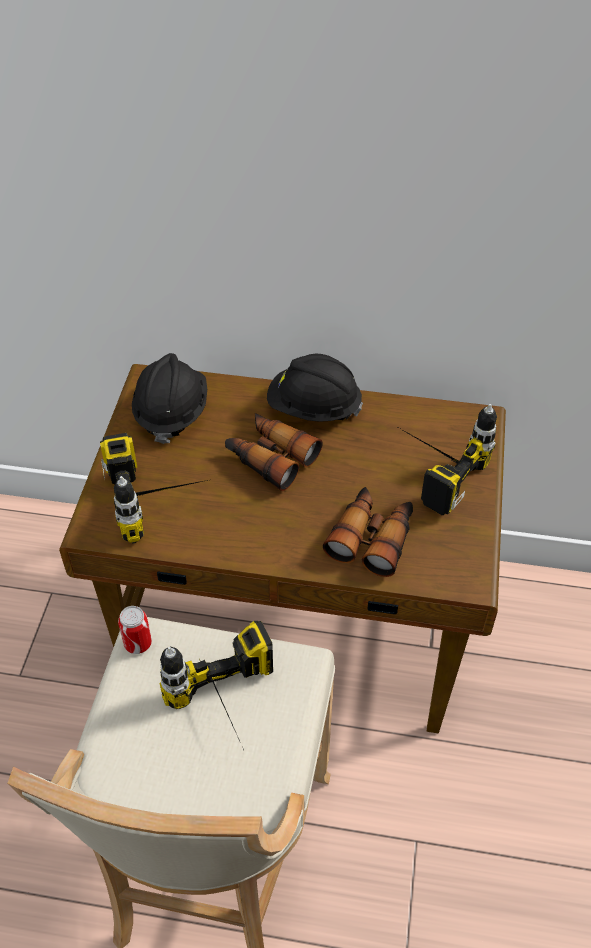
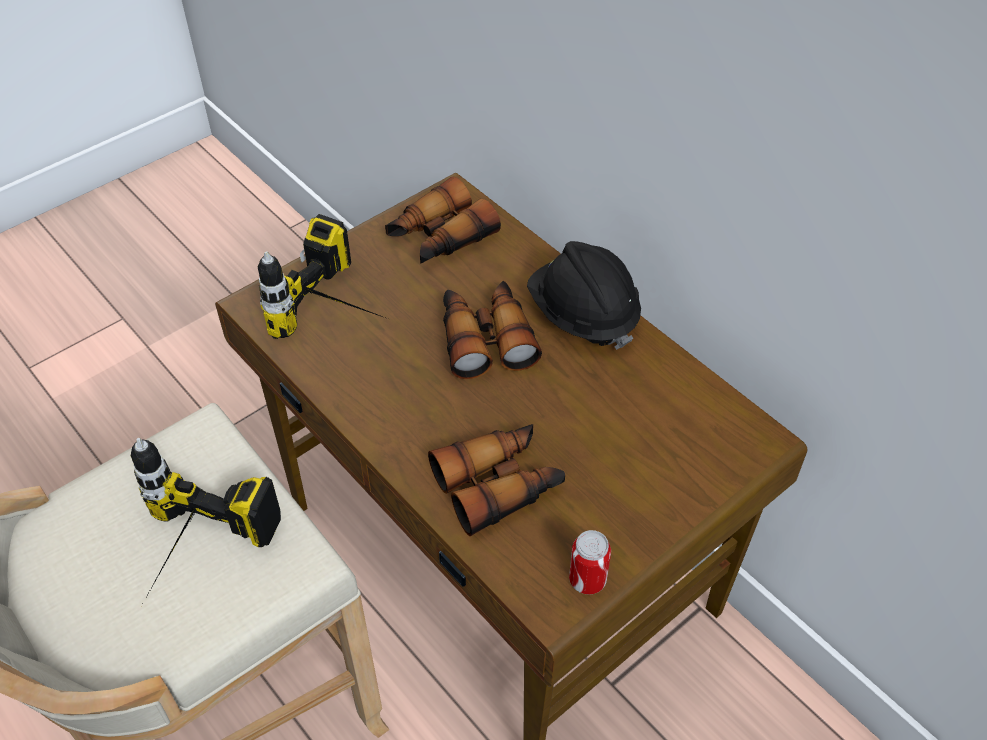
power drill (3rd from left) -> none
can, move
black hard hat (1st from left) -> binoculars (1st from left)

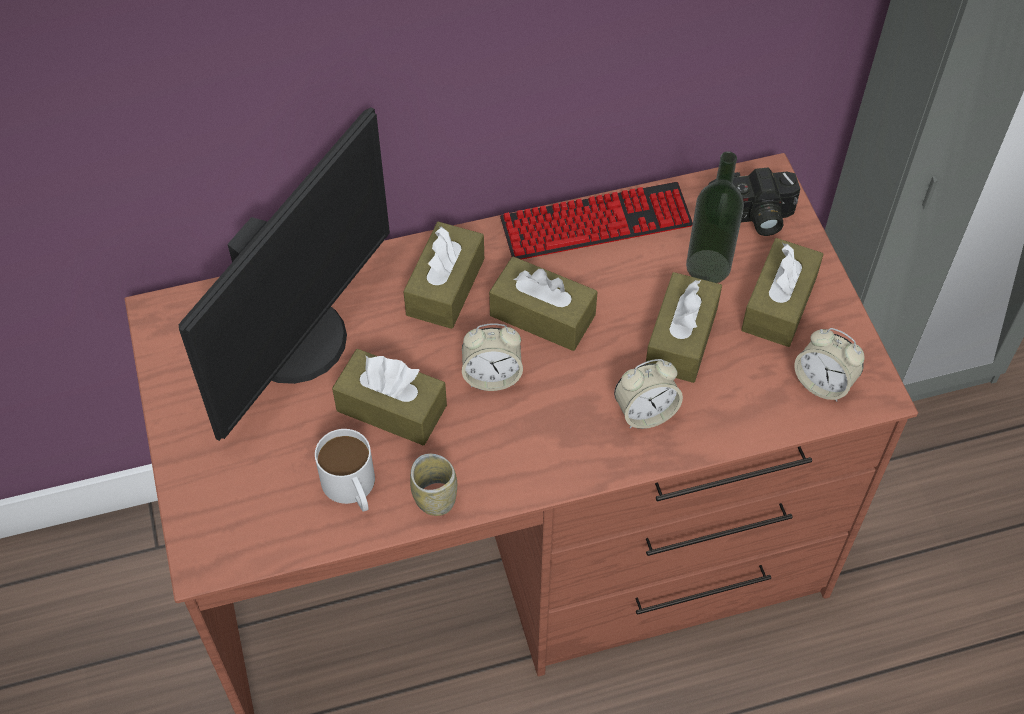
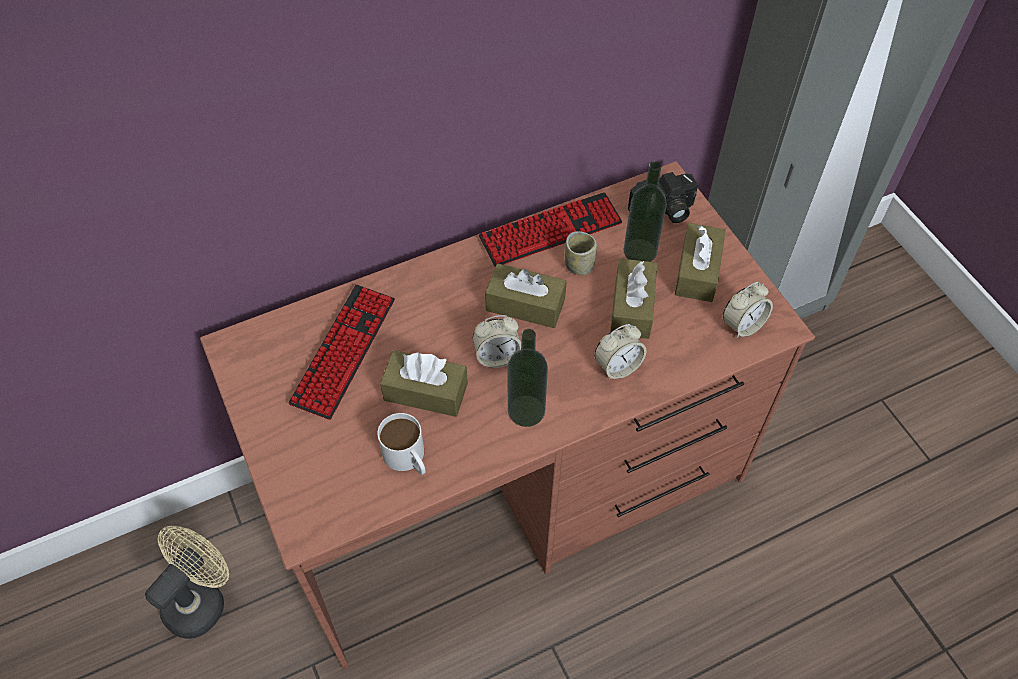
brown tissue box (2nd from left) -> none
none -> beige fan
none -> bottle (1st from left)
cup, move
monitor -> keyboard (1st from left)
alarm clock (3rd from left), 60 degrees counterclockwise

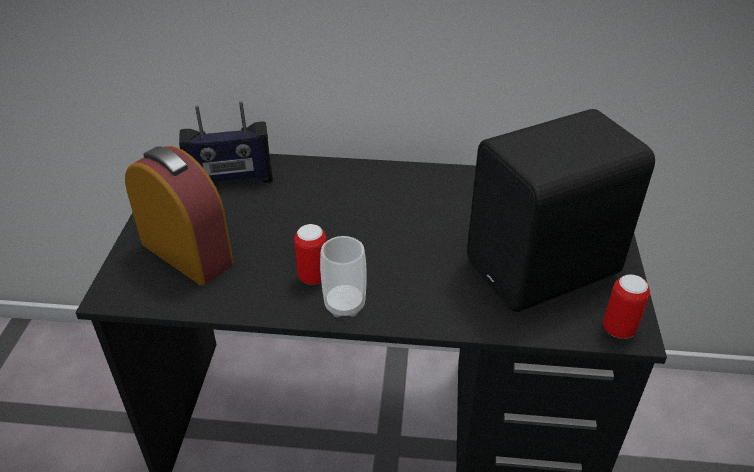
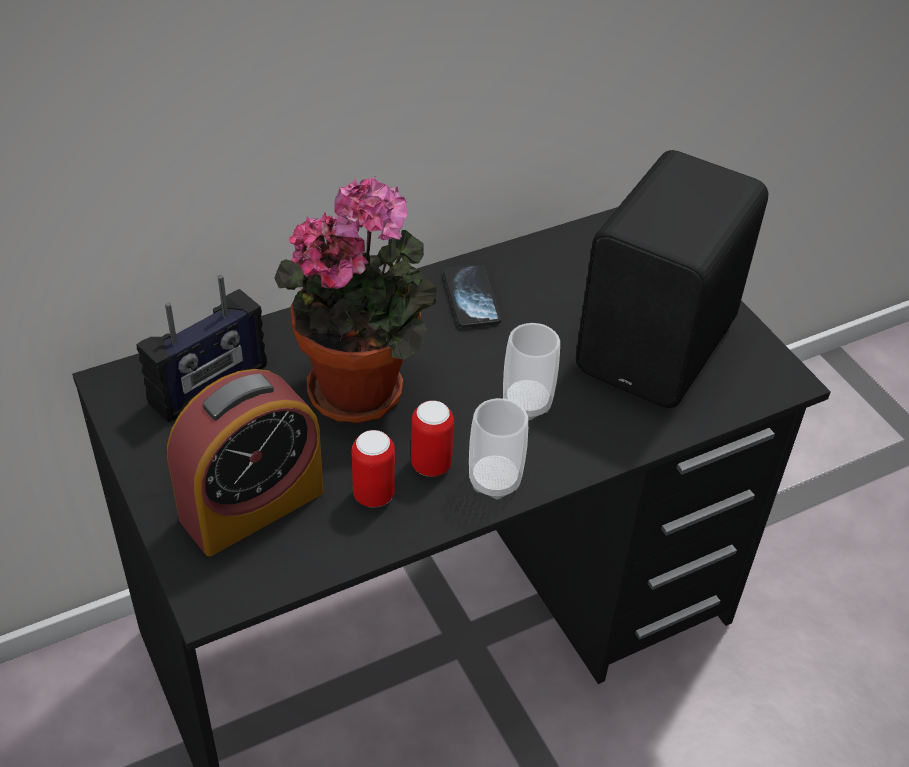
none -> potted plant
none -> phone
none -> cup (2nd from left)
can (2nd from left in the first image) -> can (1st from left), move
alarm clock, 135 degrees clockwise

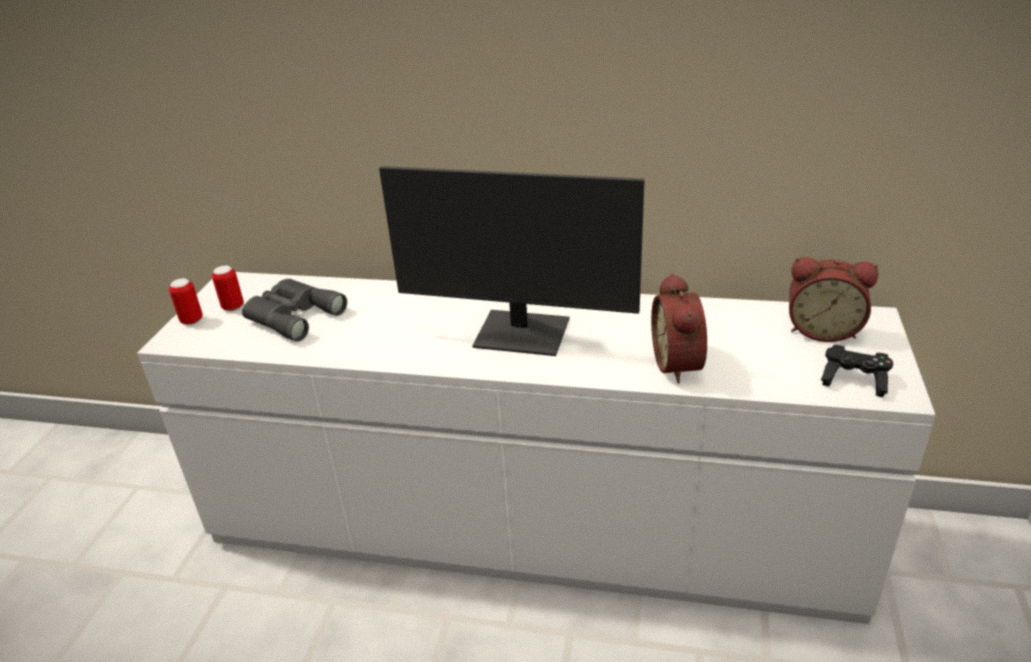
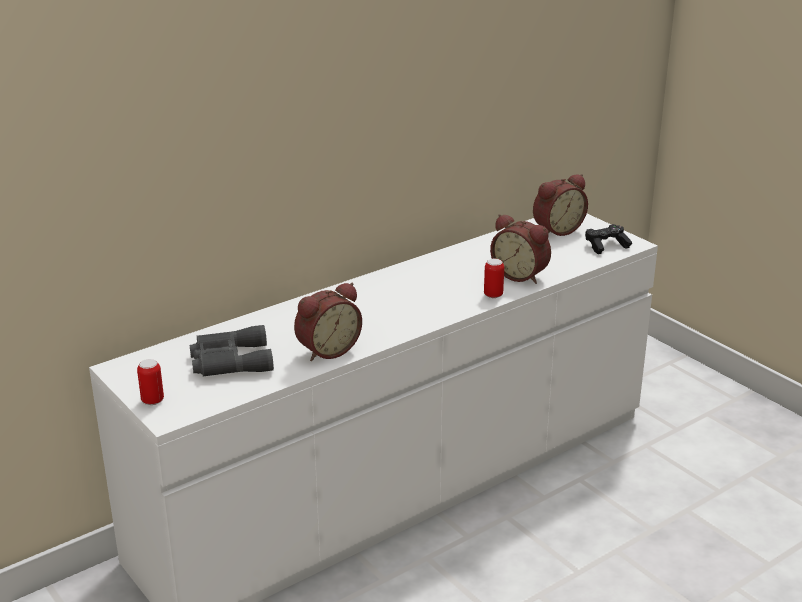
monitor -> none
none -> alarm clock (1st from left)
can (2nd from left), move

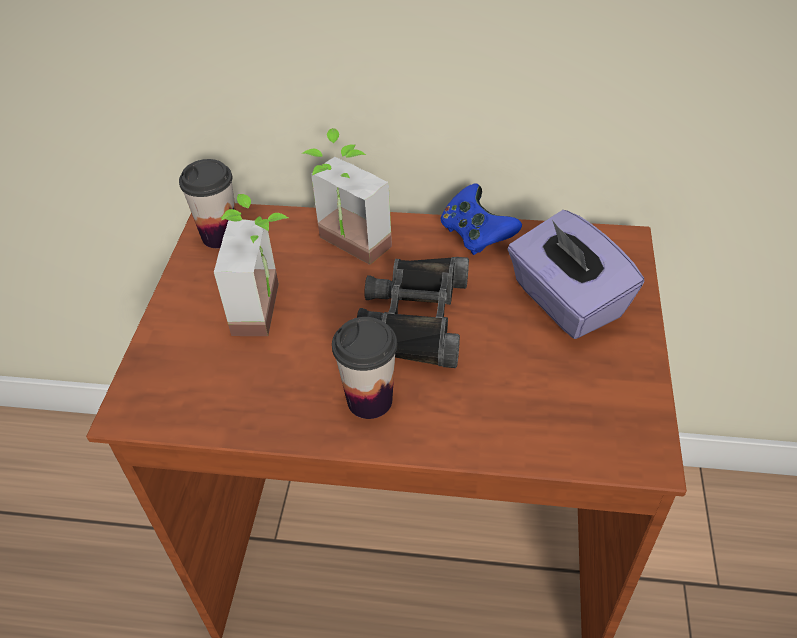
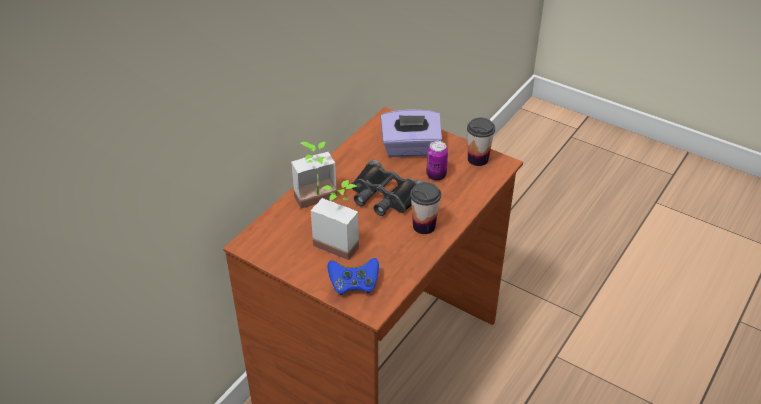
none -> can
cup (1st from left in the first image) -> cup (2nd from left), move
blue game controller, move

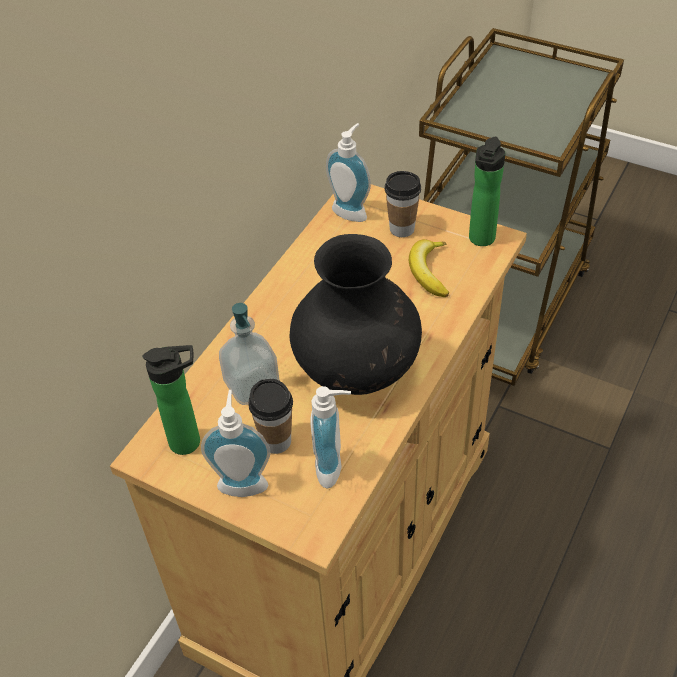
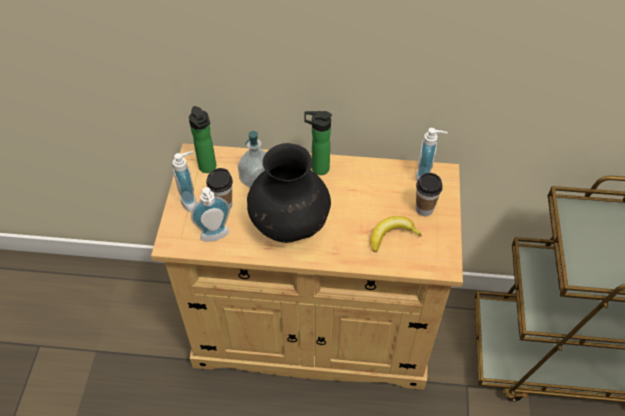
bottle (2nd from left), move

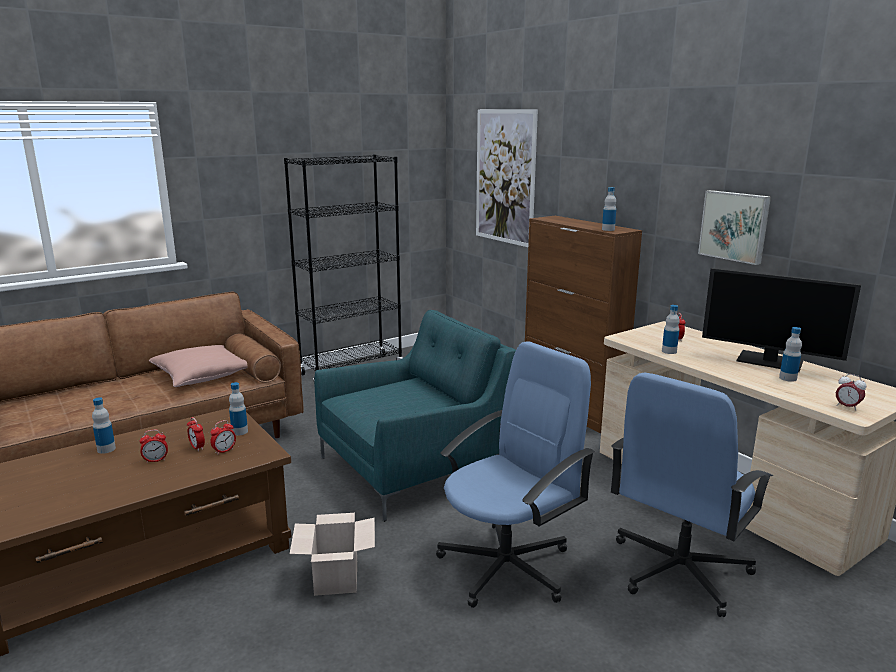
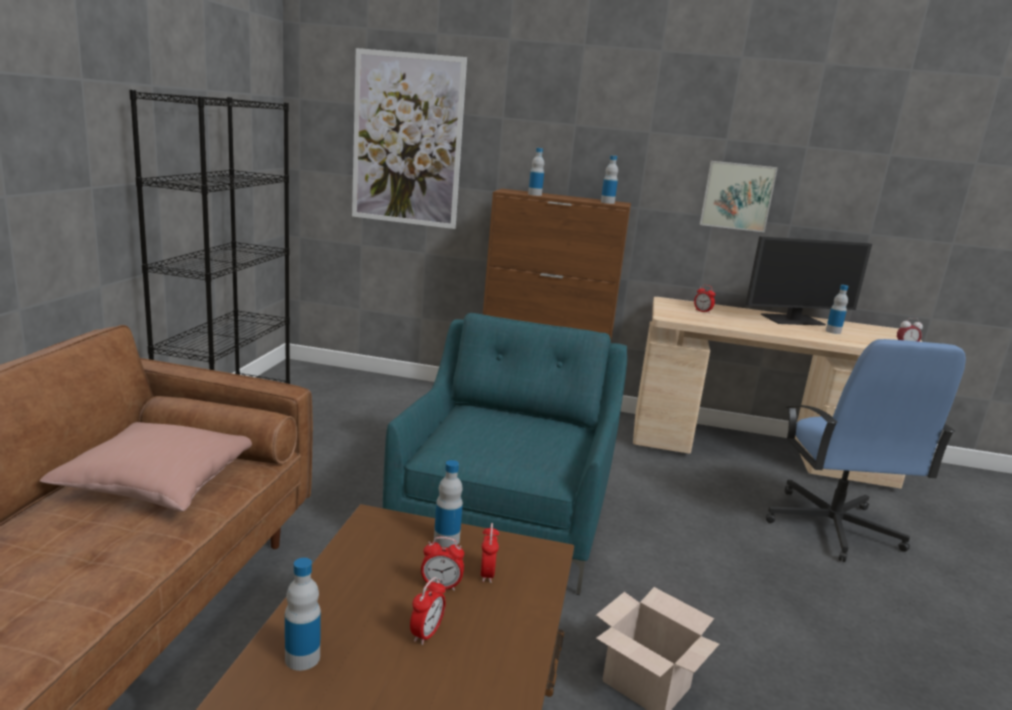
blue office chair (1st from left) -> none
bottle (4th from left in the first image) -> bottle (3rd from left), move

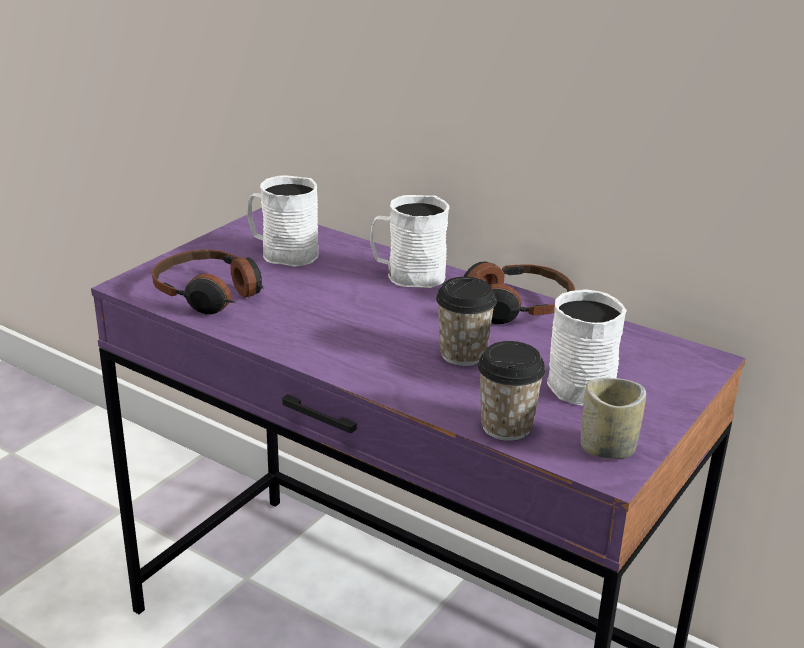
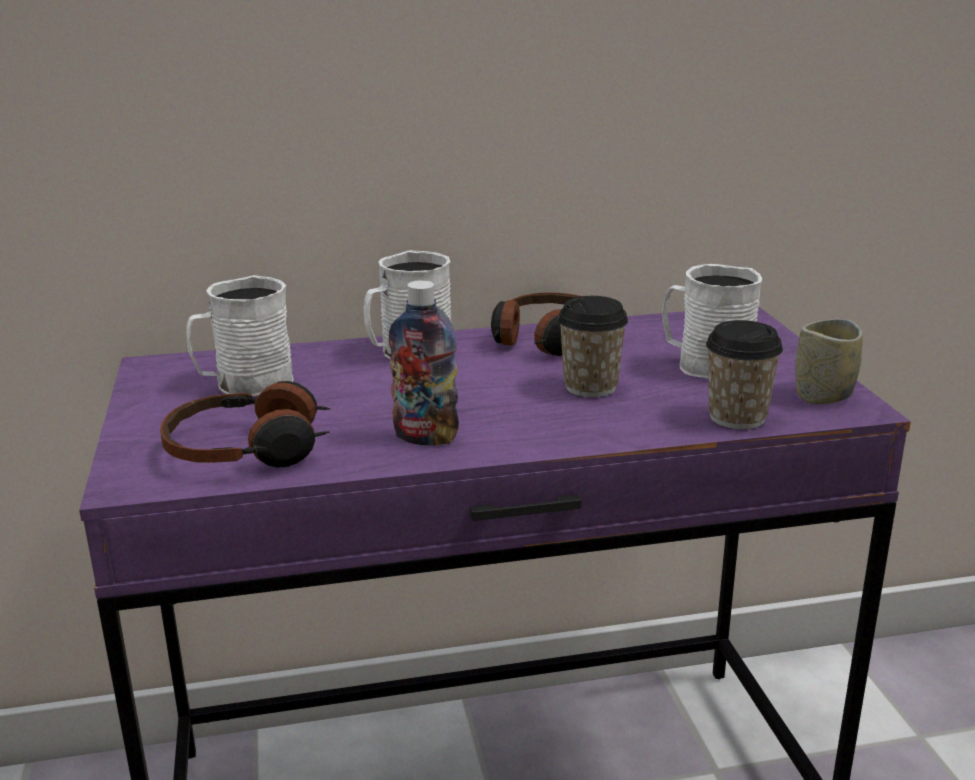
none -> bottle

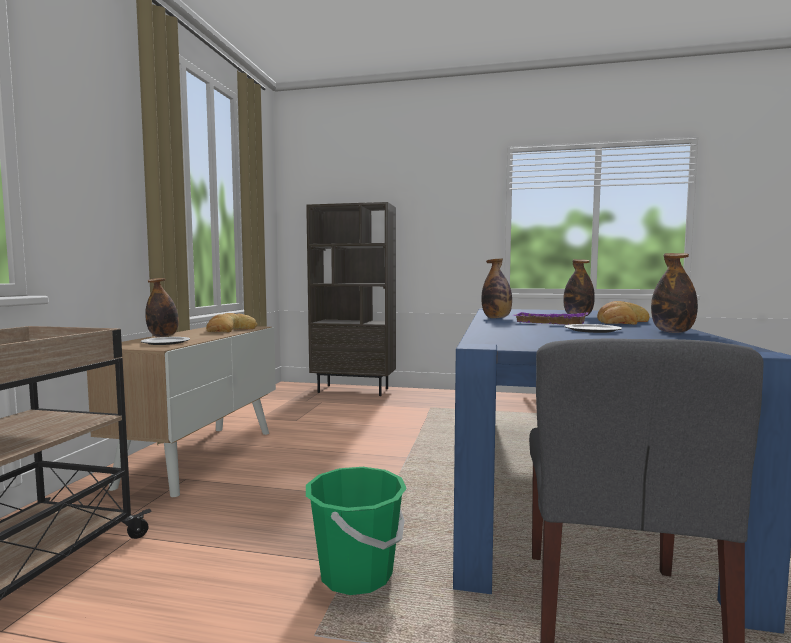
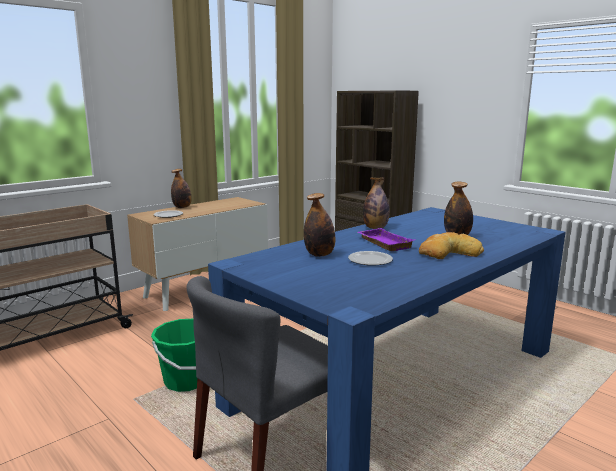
bread (1st from left) -> none
bottle (4th from left in the first image) -> bottle (2nd from left), move

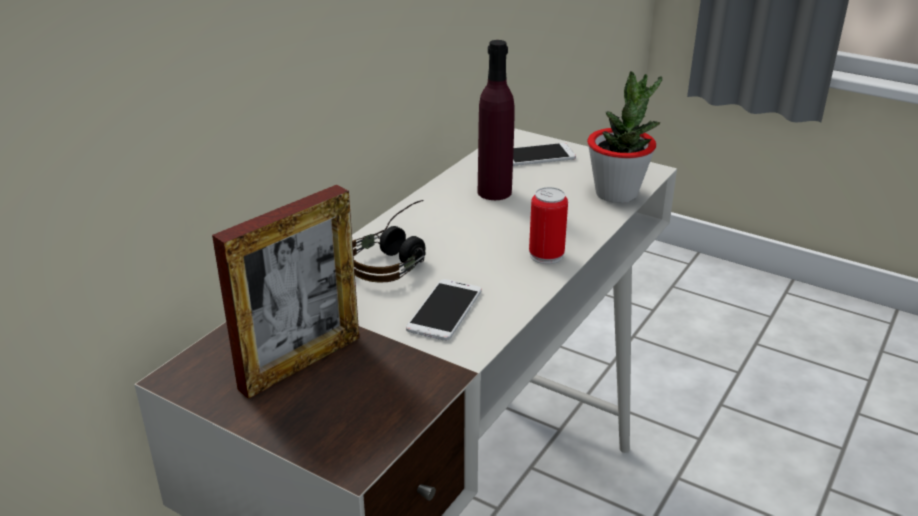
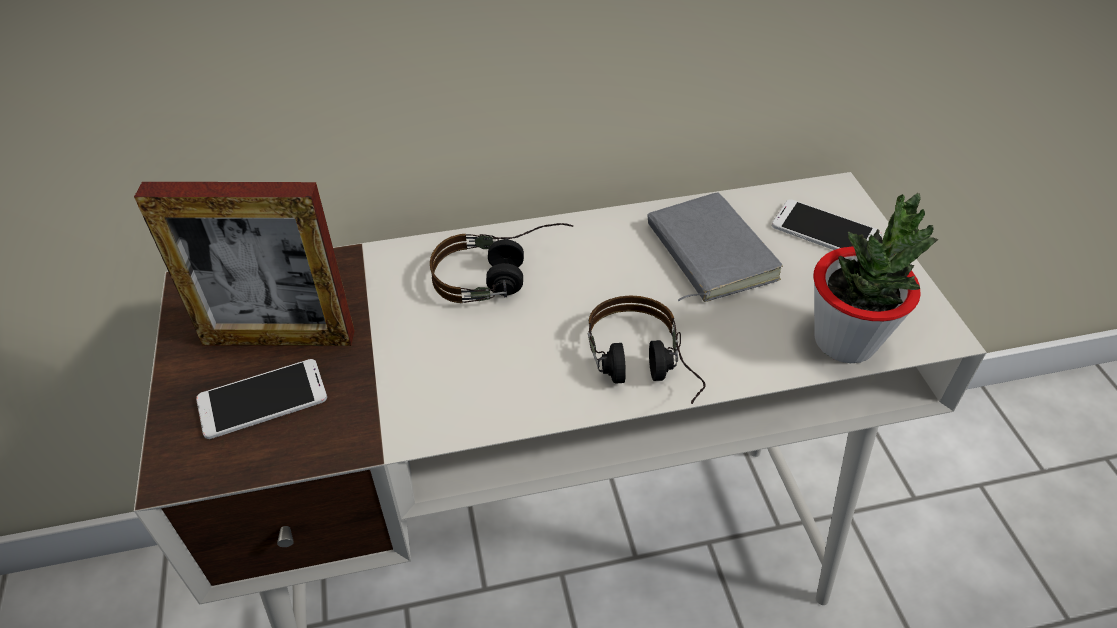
phone (1st from left), move
purple bottle -> grey book
can -> headphones (2nd from left)

